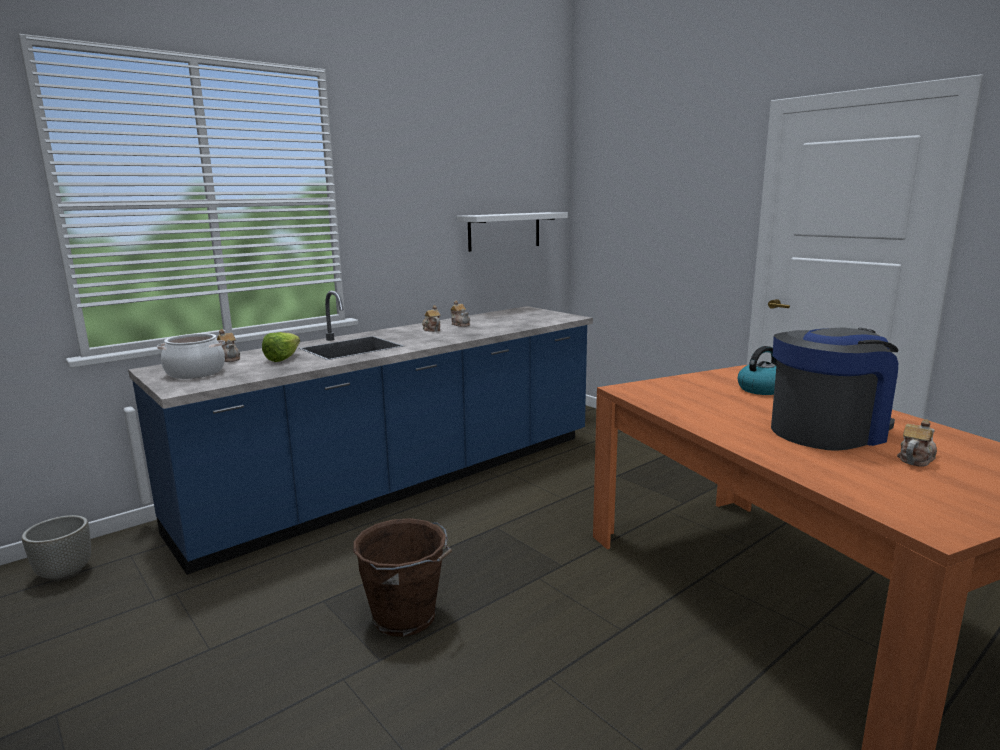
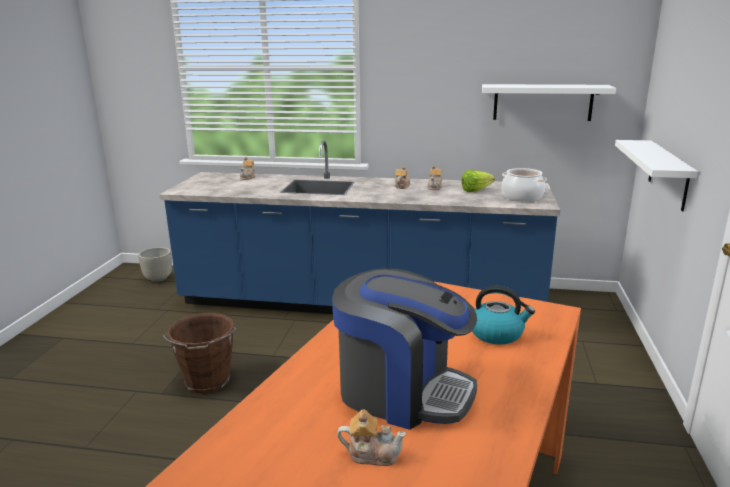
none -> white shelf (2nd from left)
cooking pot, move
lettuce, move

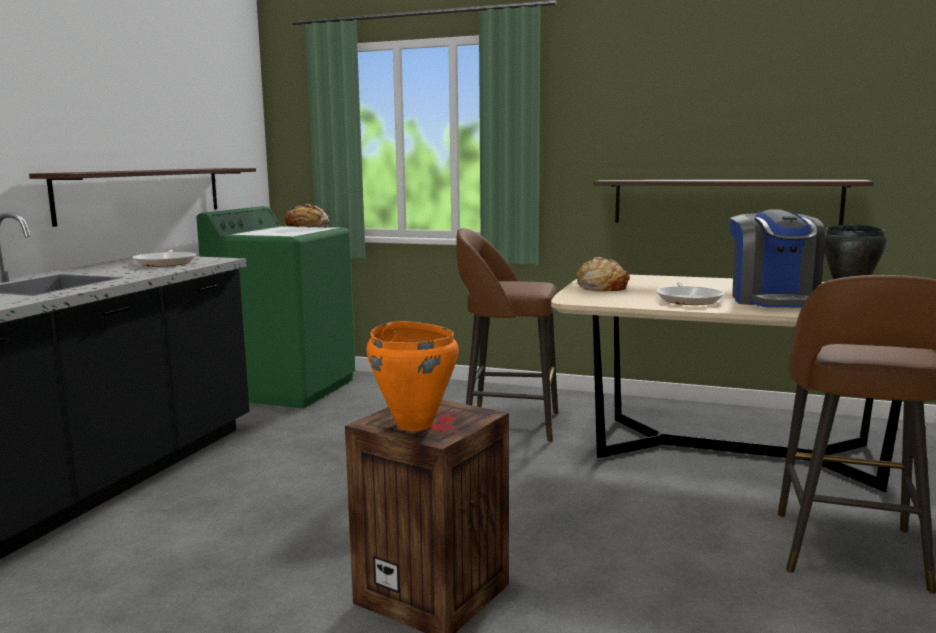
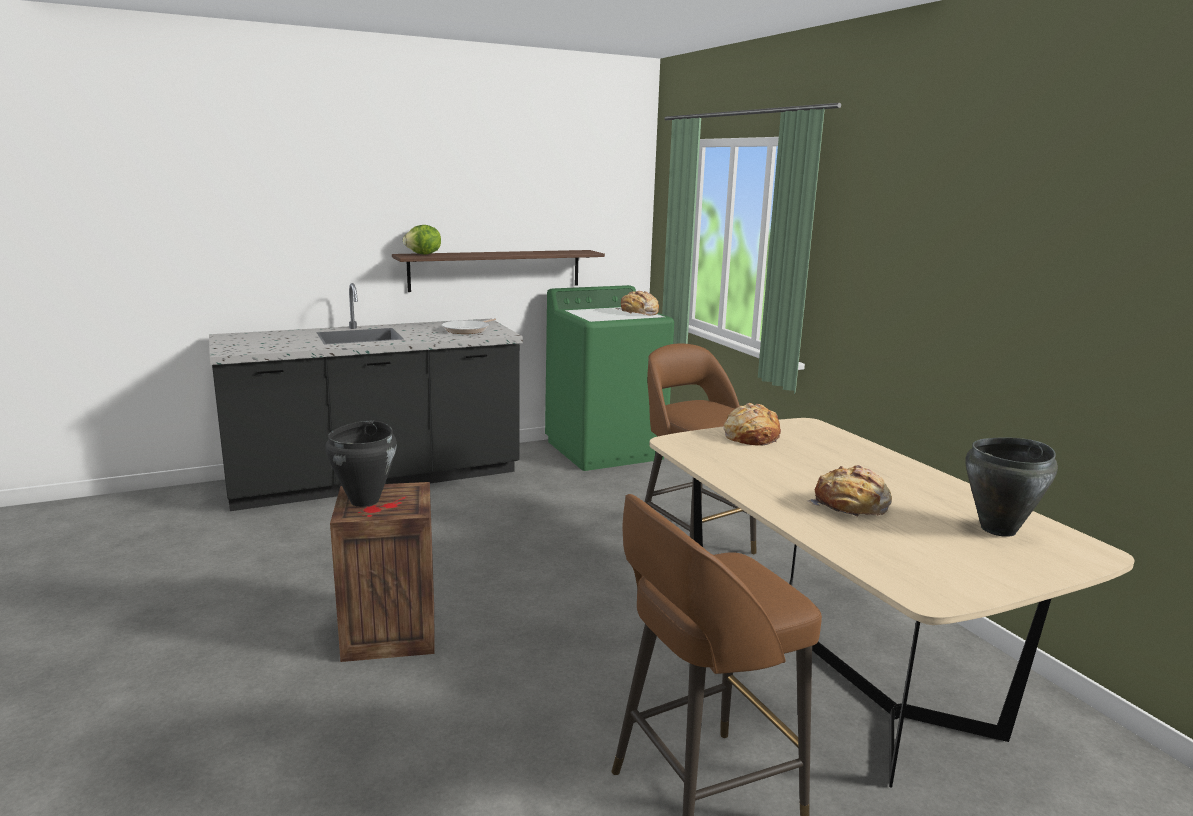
shelf (2nd from left) -> none
frying pan (2nd from left) -> none
none -> lettuce
coffee machine -> bread (3rd from left)
orange cooking pot -> black cooking pot (1st from left)

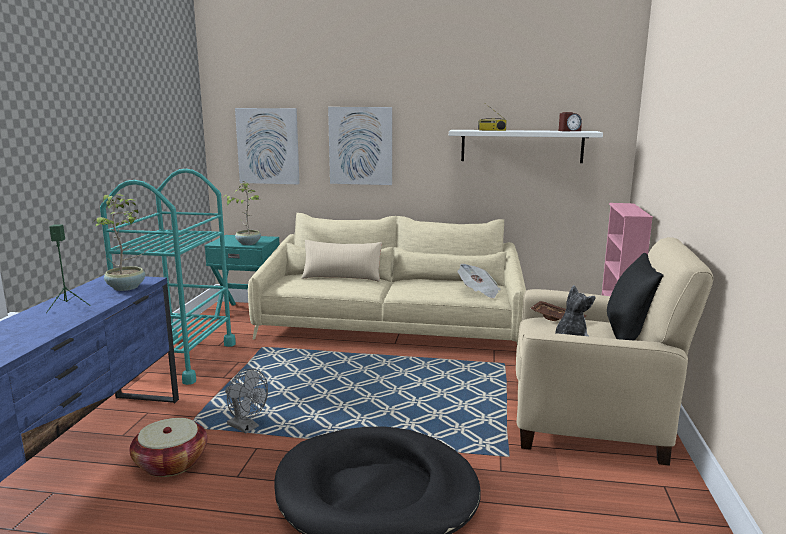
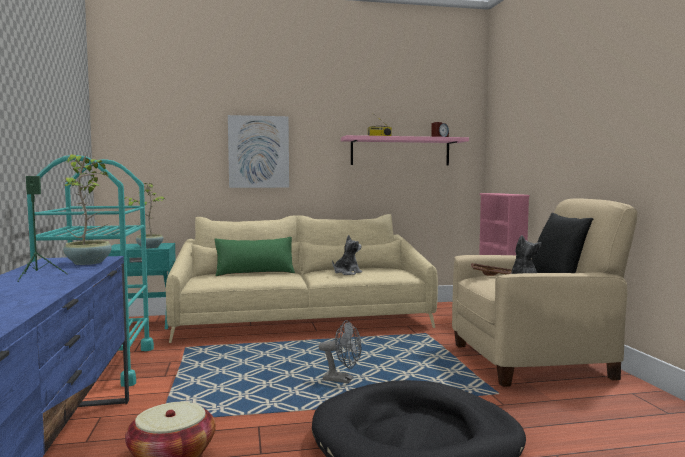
picture (1st from left) -> none
newspaper -> none
none -> plush toy (1st from left)
grey fan, move
beige pillow -> green pillow
white shelf -> pink shelf

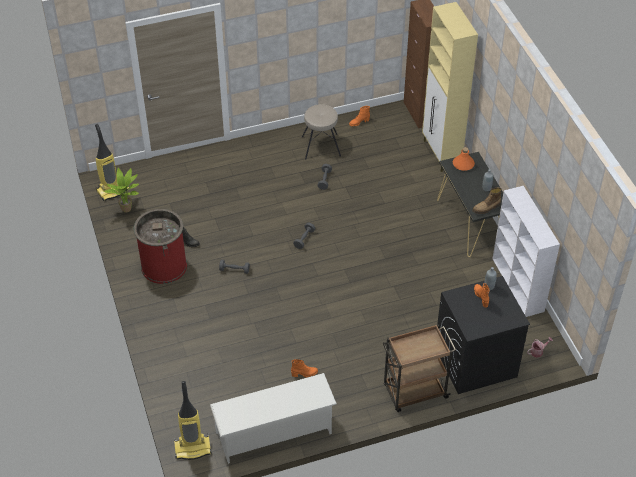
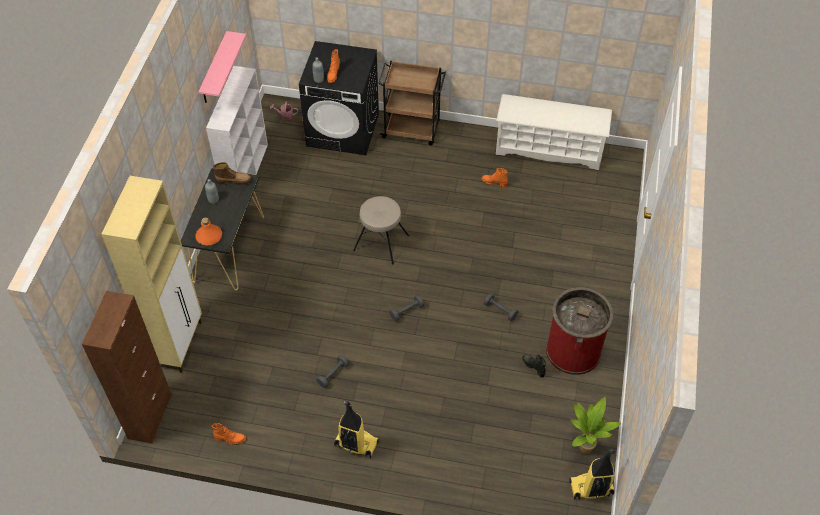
none -> pink shelf
vacuum cleaner (2nd from left in the first image) -> vacuum cleaner (1st from left), move
beige stool, move

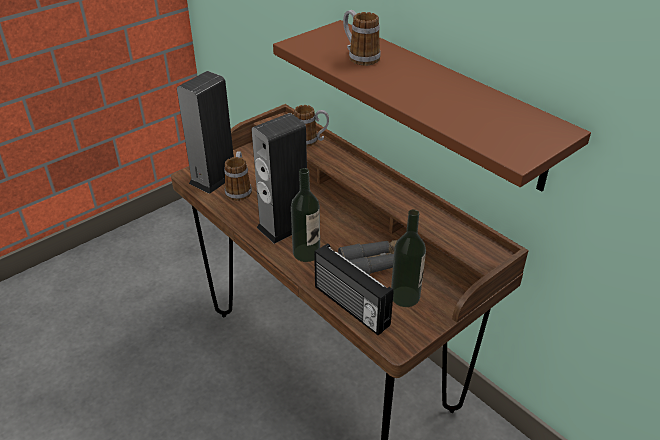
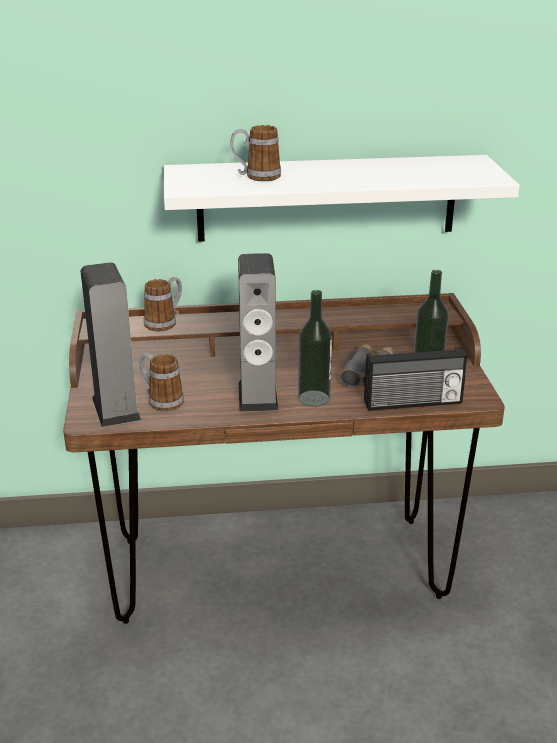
brown shelf -> white shelf

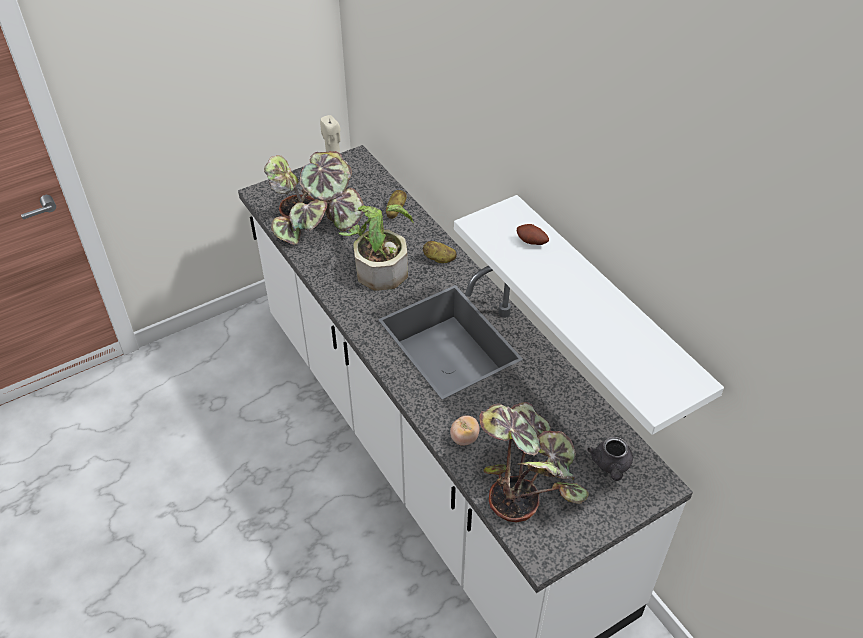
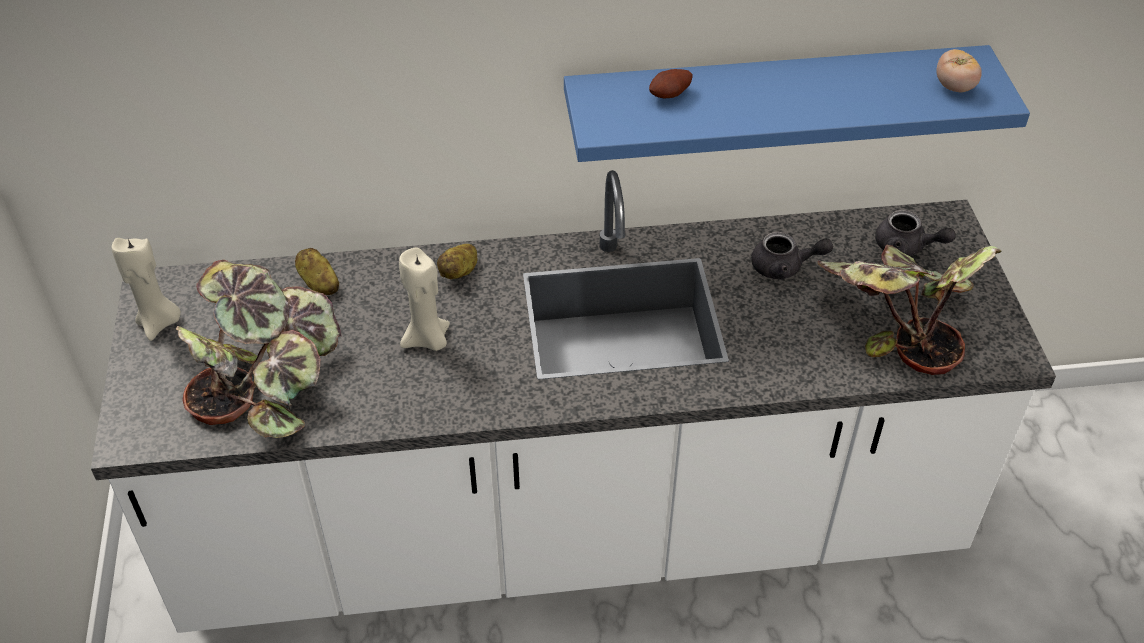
none -> grey teapot (1st from left)
tomato, move
potted plant (2nd from left) -> beige candle (2nd from left)
white shelf -> blue shelf

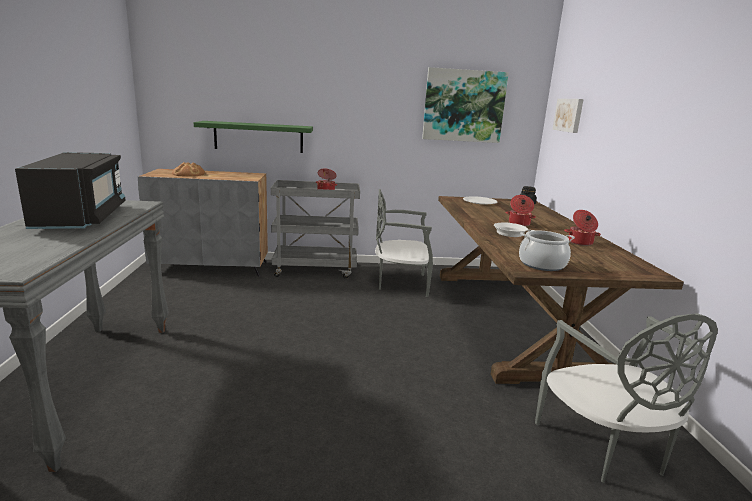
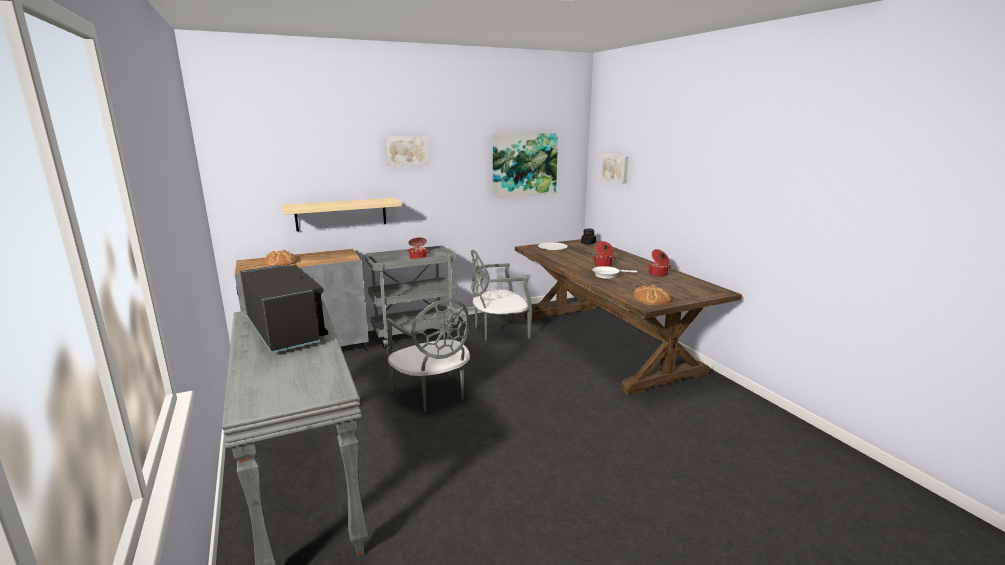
none -> picture (1st from left)
grey chair (2nd from left in the first image) -> grey chair (1st from left), move
cooking pot (3rd from left) -> bread (2nd from left)
green shelf -> beige shelf

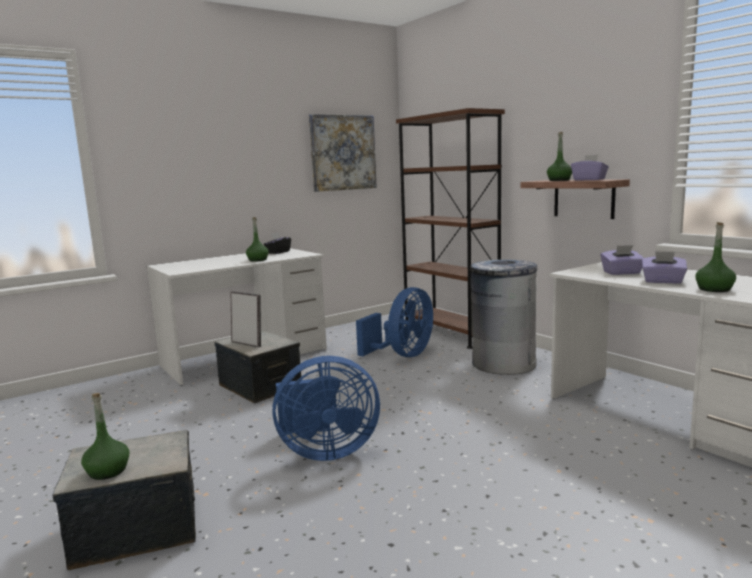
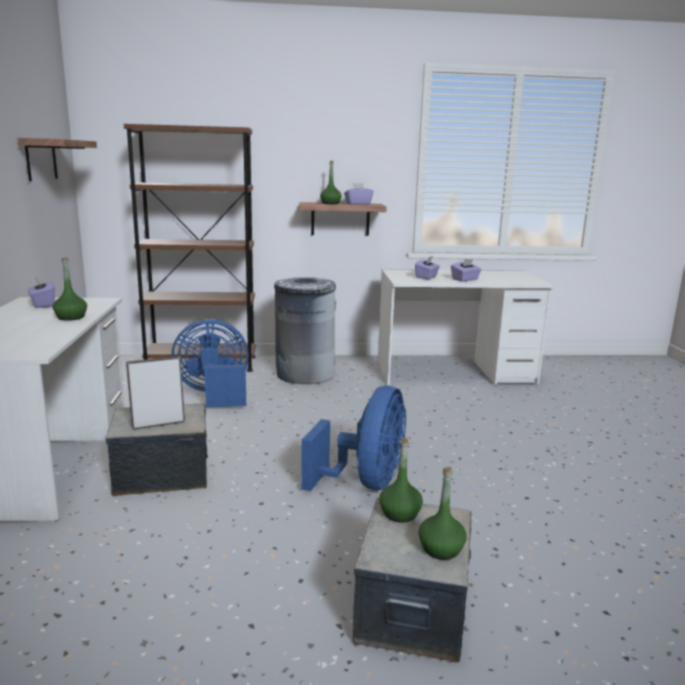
green bottle (4th from left in the first image) -> green bottle (3rd from left), move
picture -> shelf (1st from left)
black tissue box -> purple tissue box (1st from left)
blue fan (2nd from left in the first image) -> blue fan (1st from left), 75 degrees counterclockwise

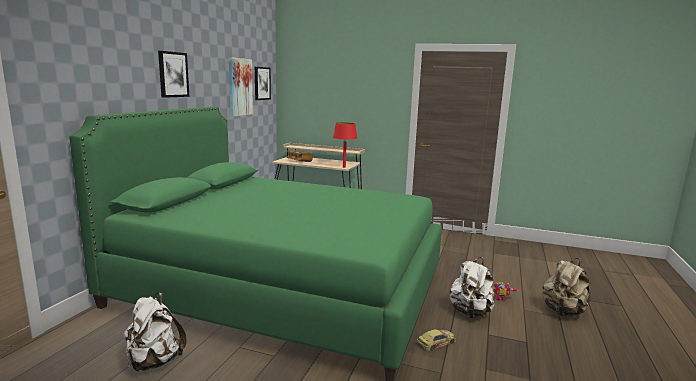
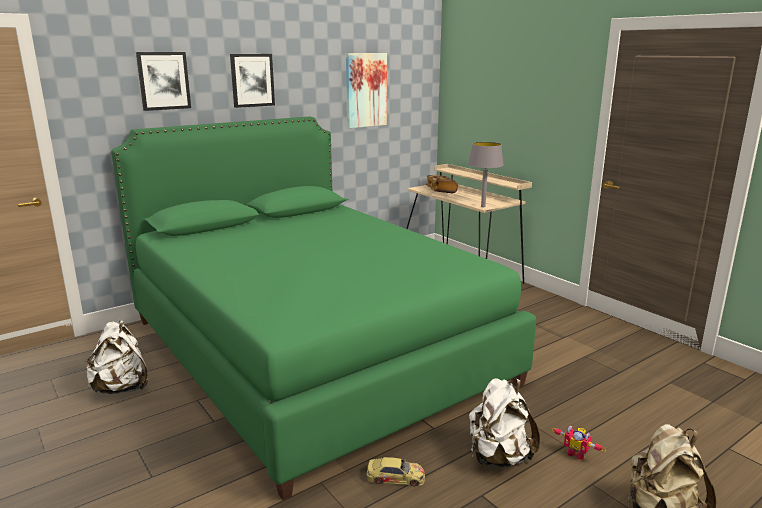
picture (3rd from left in the first image) -> picture (1st from left), move
red table lamp -> grey table lamp

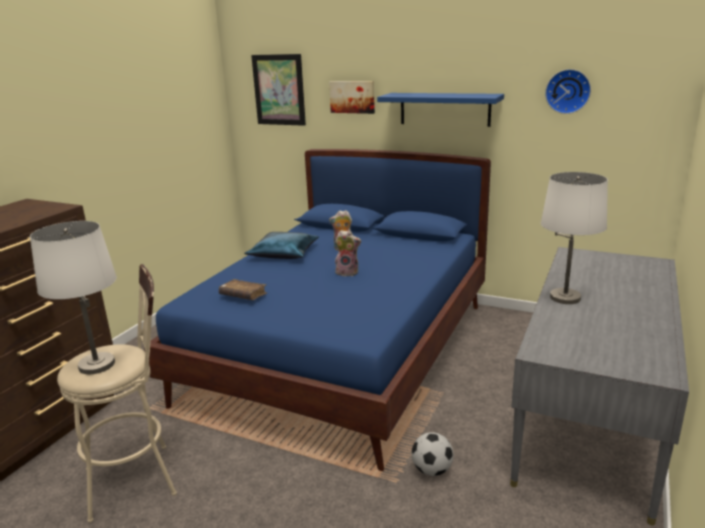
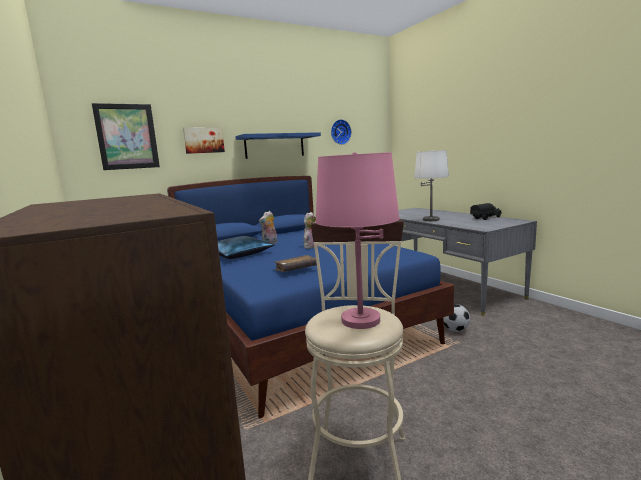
none -> toy truck
white table lamp (1st from left) -> pink table lamp

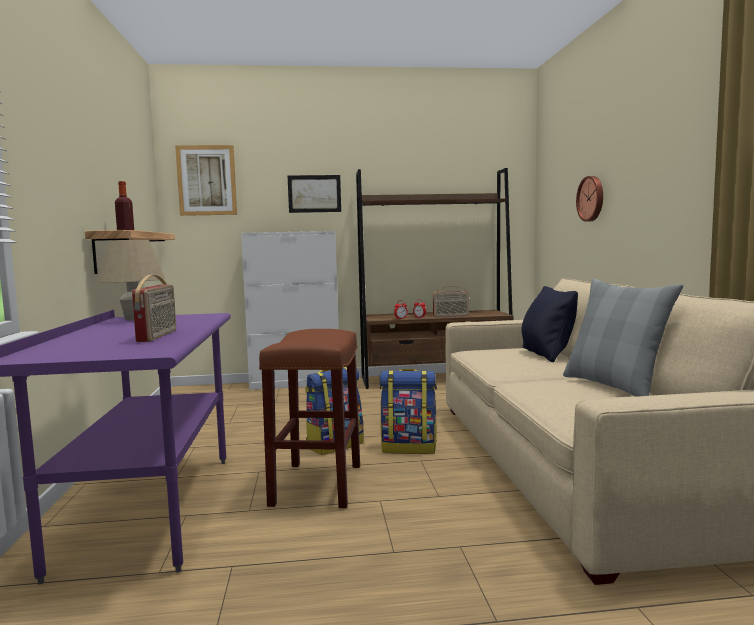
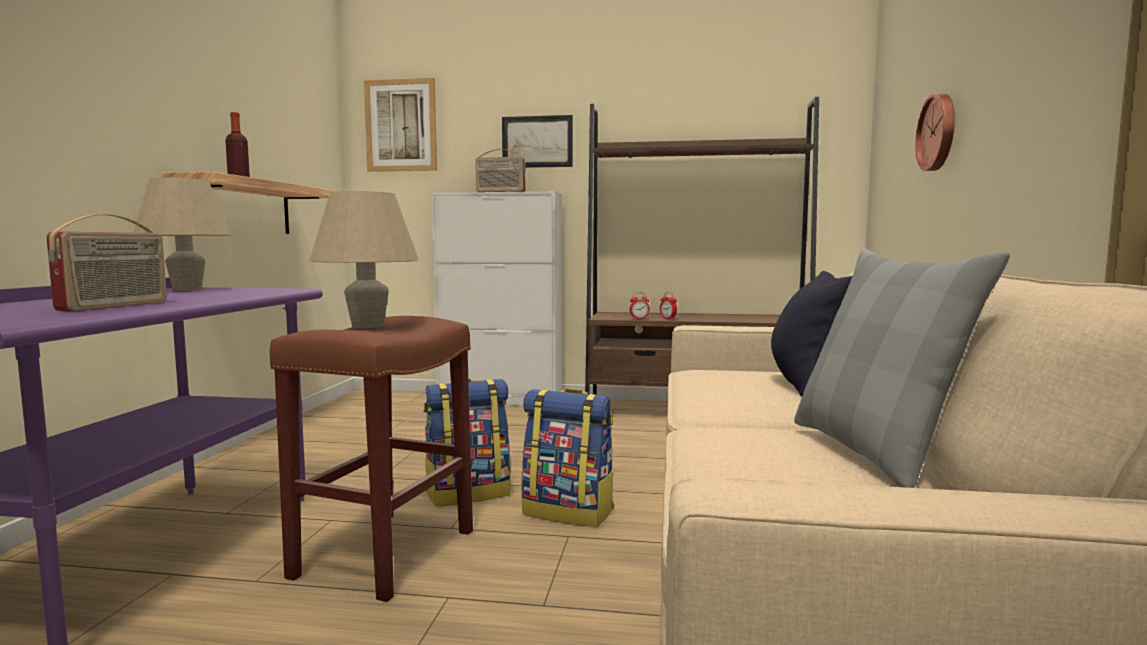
none -> beige table lamp (2nd from left)
radio (2nd from left), move

